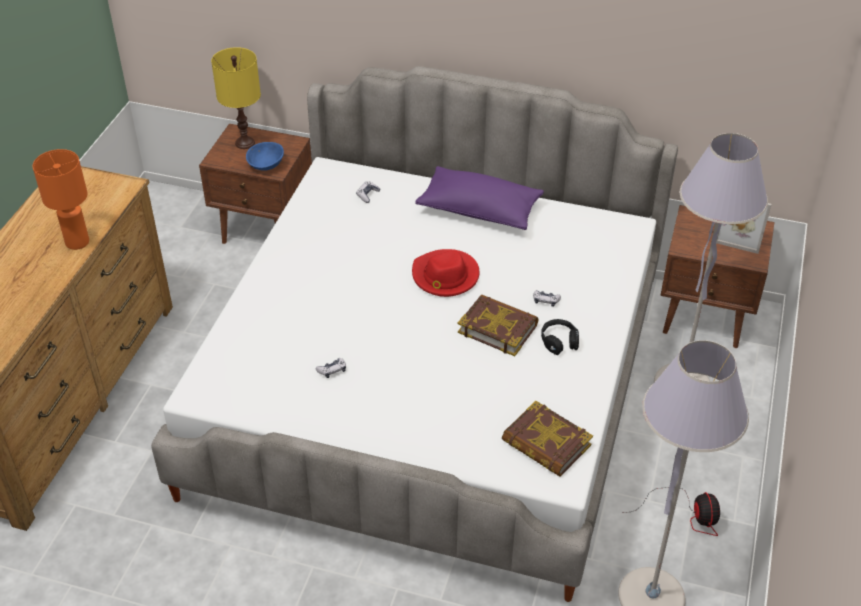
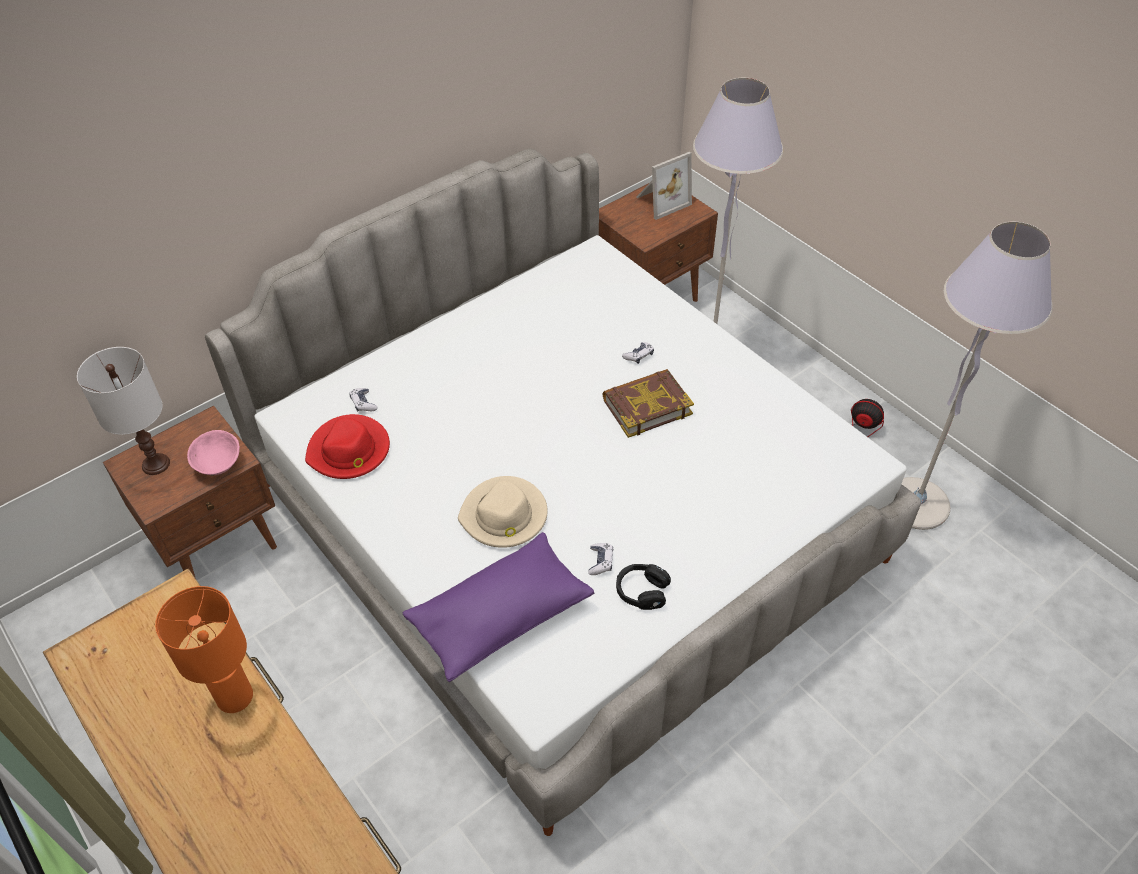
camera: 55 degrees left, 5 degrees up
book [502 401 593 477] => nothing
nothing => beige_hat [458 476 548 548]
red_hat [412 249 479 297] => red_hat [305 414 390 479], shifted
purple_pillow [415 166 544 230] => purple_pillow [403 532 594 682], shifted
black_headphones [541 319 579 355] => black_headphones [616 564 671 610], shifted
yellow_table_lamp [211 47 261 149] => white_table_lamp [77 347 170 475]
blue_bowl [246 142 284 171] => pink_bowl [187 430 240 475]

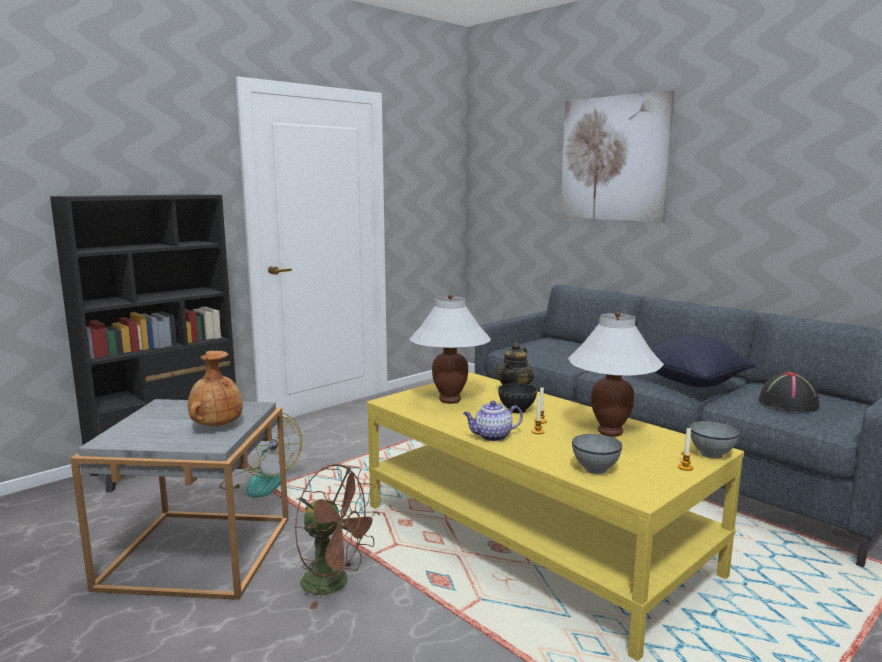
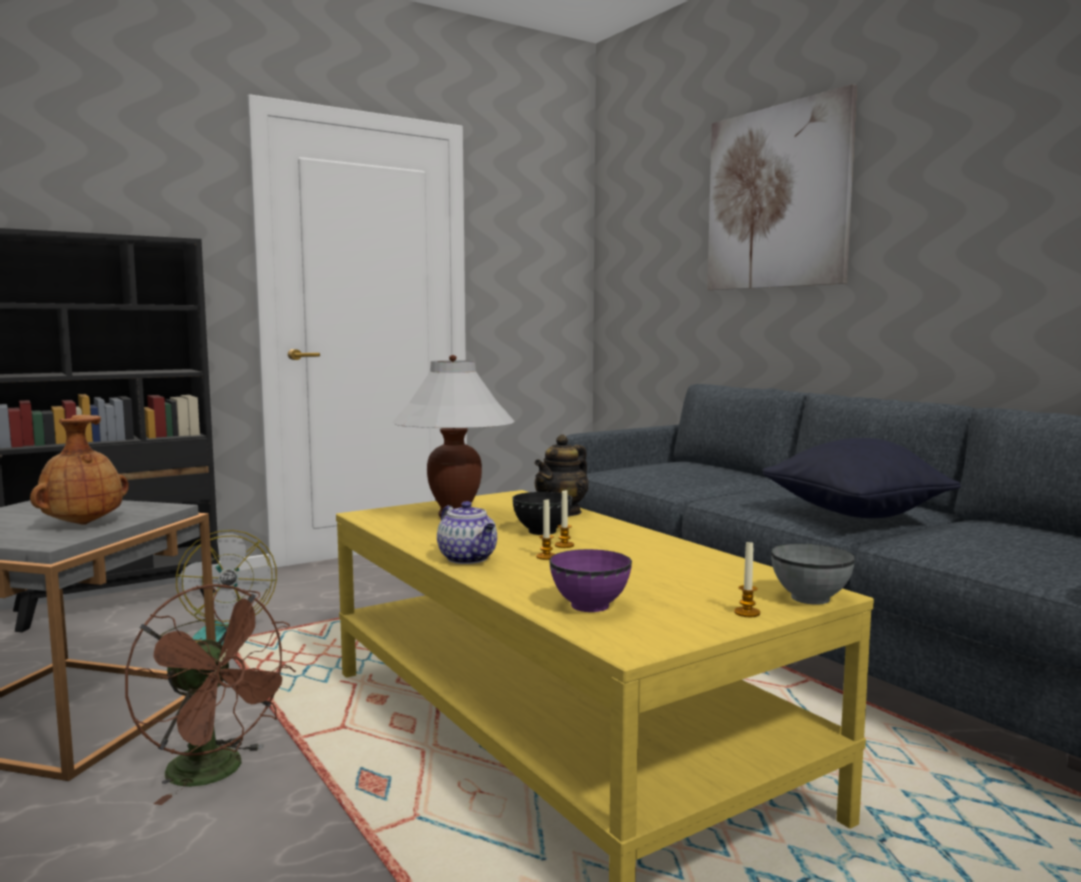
camera: 10 degrees right, 5 degrees down
white_table_lamp [568 312 664 437] => nothing
black_hat [759 372 820 412] => nothing
grey_bowl [572 434 622 474] => purple_bowl [549 549 632 612]
teapot [463 401 523 441] => teapot [437 501 497 564], 120 degrees counterclockwise

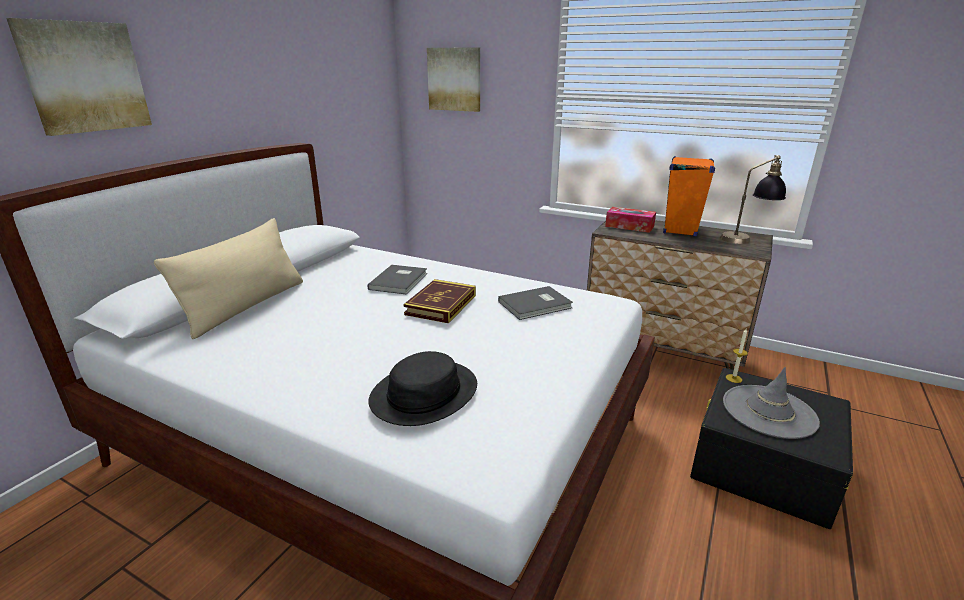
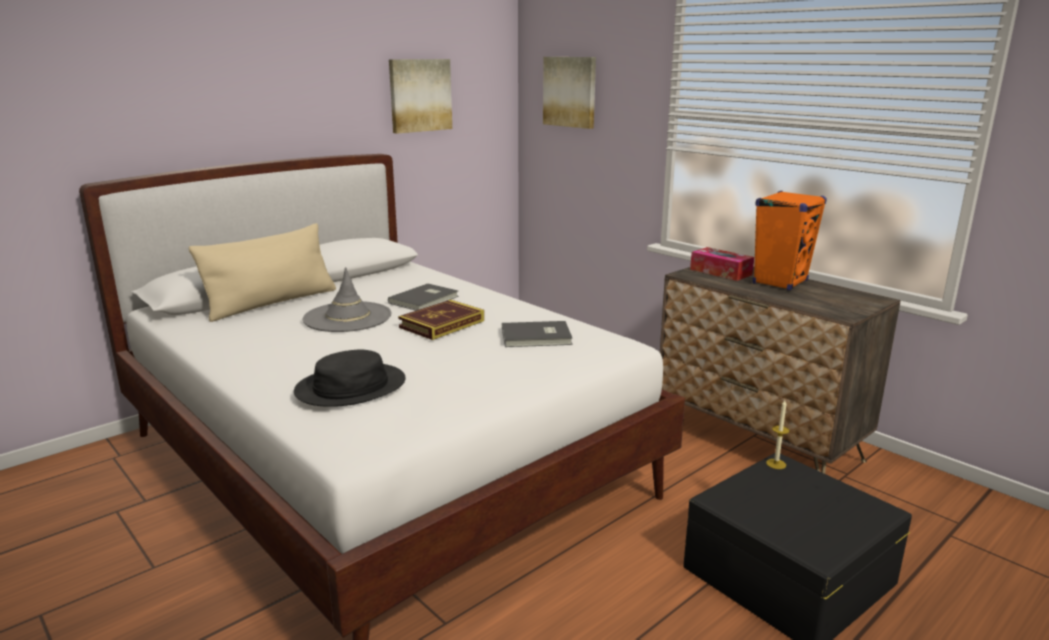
camera: 20 degrees right, 5 degrees down
table_lamp [720 155 786 244] => nothing
picture [6 18 152 136] => picture [389 59 452 134], shifted
grey_hat [723 367 820 439] => grey_hat [303 267 391 332], shifted

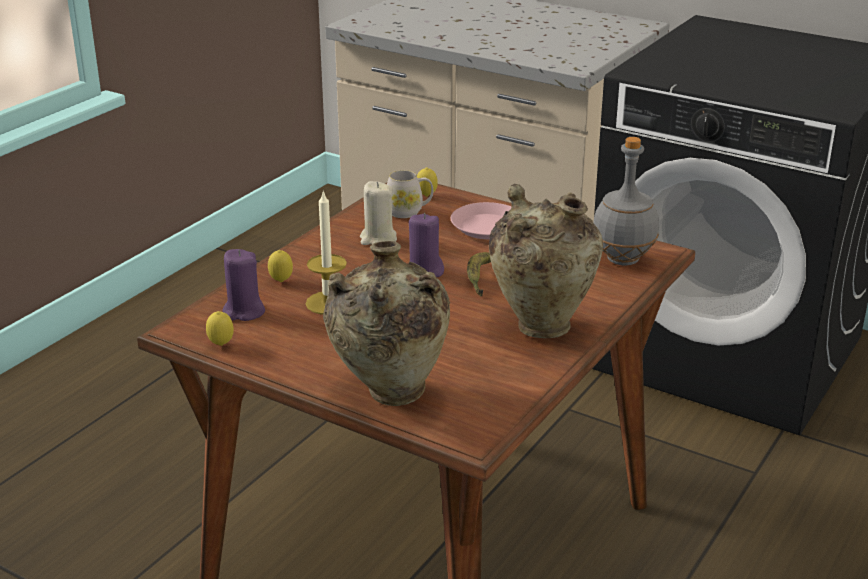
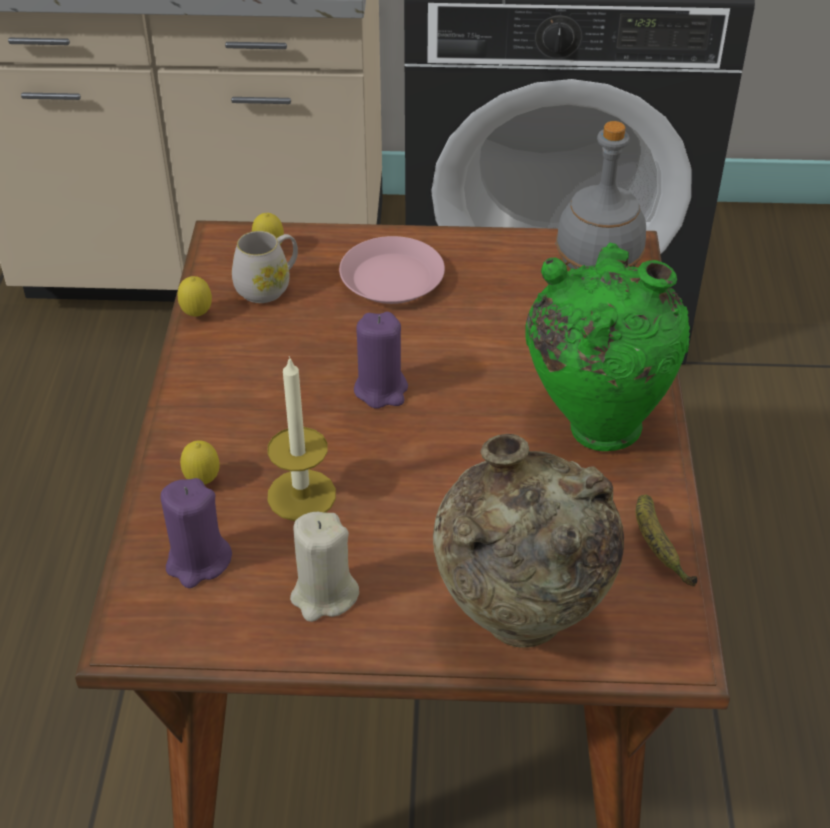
camera: 30 degrees left, 15 degrees up
lemon [206 311 234 346] => lemon [178 276 212 317], shifted
beige_candle [360 181 397 245] => beige_candle [290 512 359 622], shifted
banana [467 252 491 296] => banana [636 495 697 586], shifted
beige_vase [489 184 603 338] => green_vase [525 243 690 451]

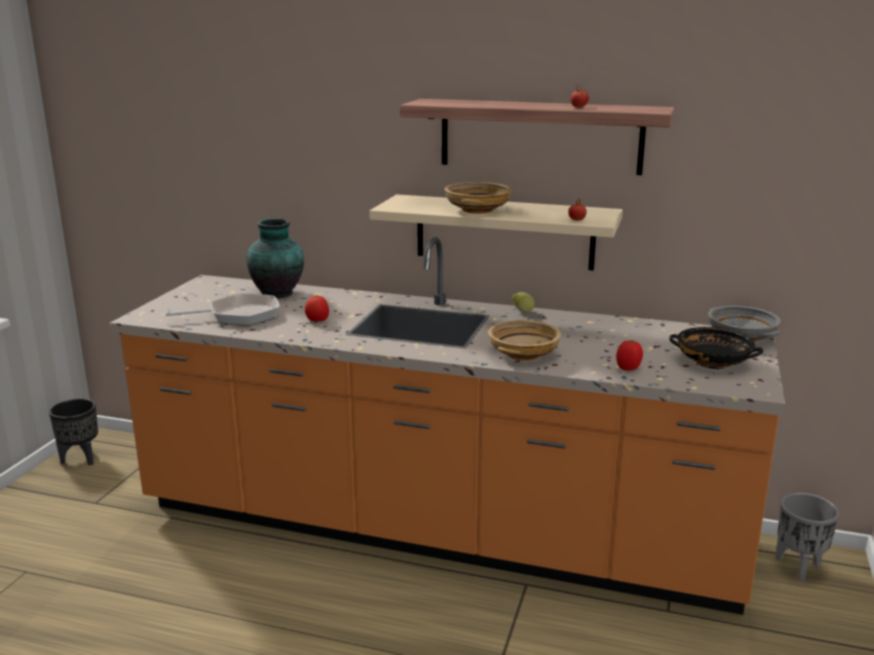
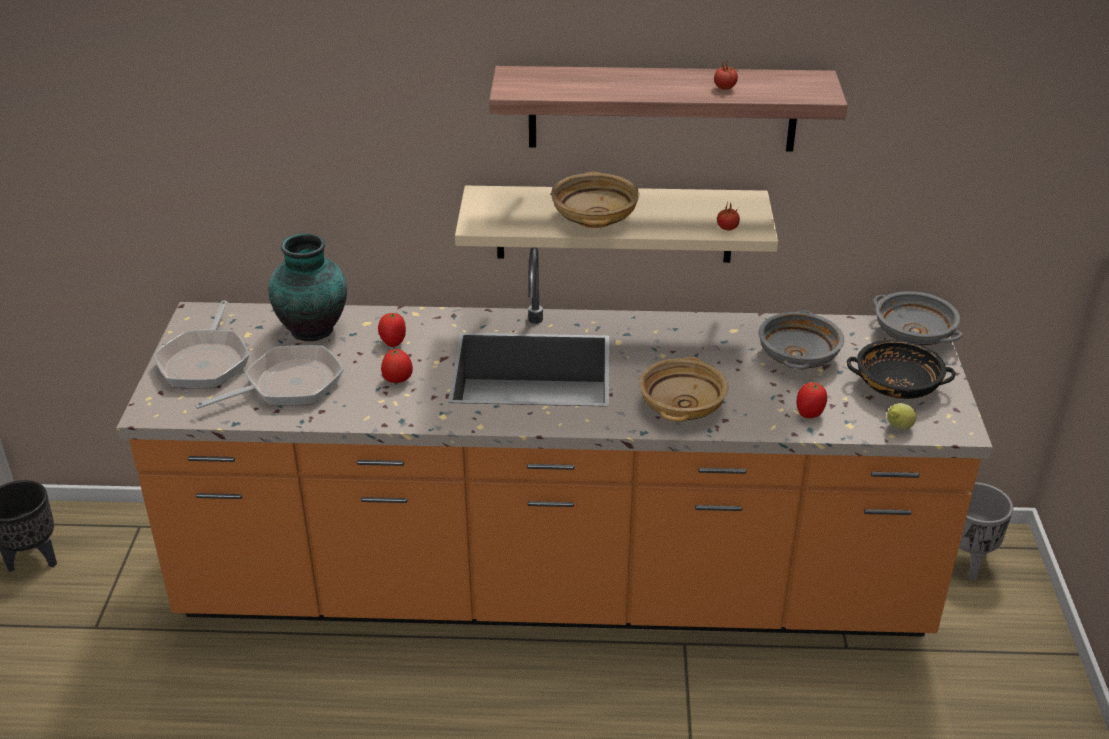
camera: 15 degrees left, 15 degrees up
nothing => frying_pan [153 300 249 388]
nothing => tomato [378 312 406 347]
nothing => grey_bowl [759 310 844 369]
lemon [512 292 535 312] => lemon [887 403 917 430], shifted

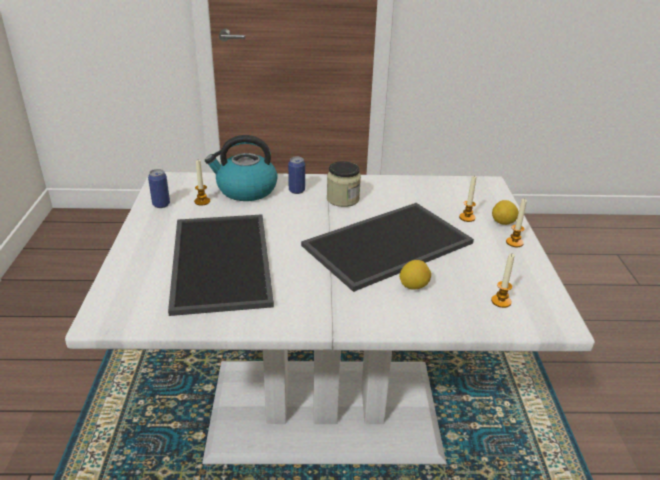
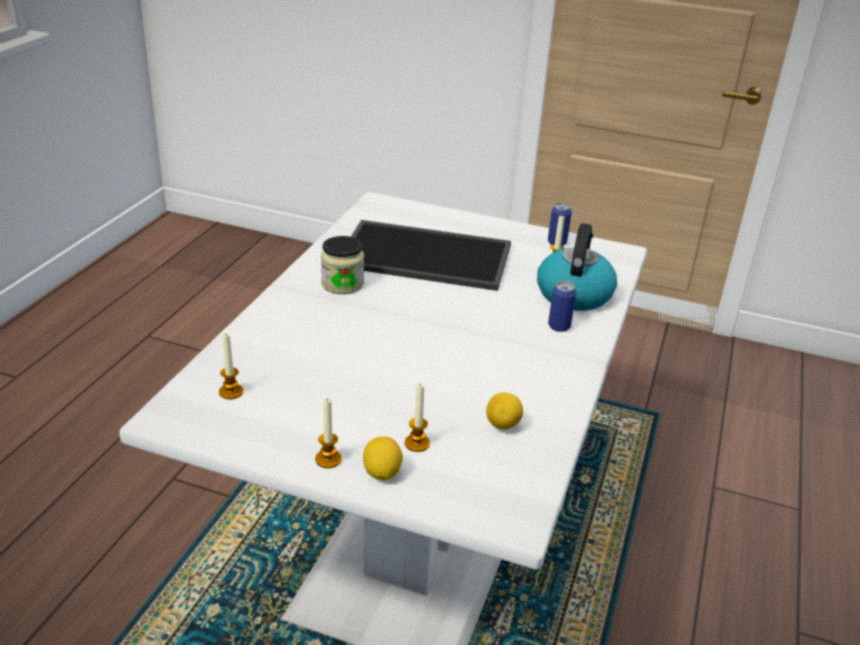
camera: 110 degrees right, 0 degrees up
tray [301 203 474 292] => nothing
jar [327 161 361 207] => jar [321 236 364 294], shifted
lemon [399 260 431 290] => lemon [486 392 523 429], shifted

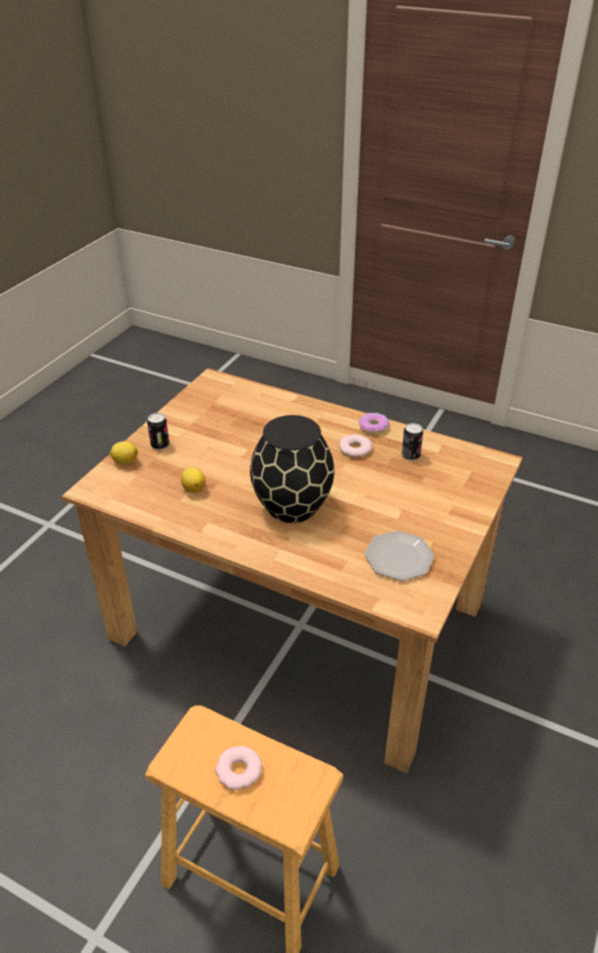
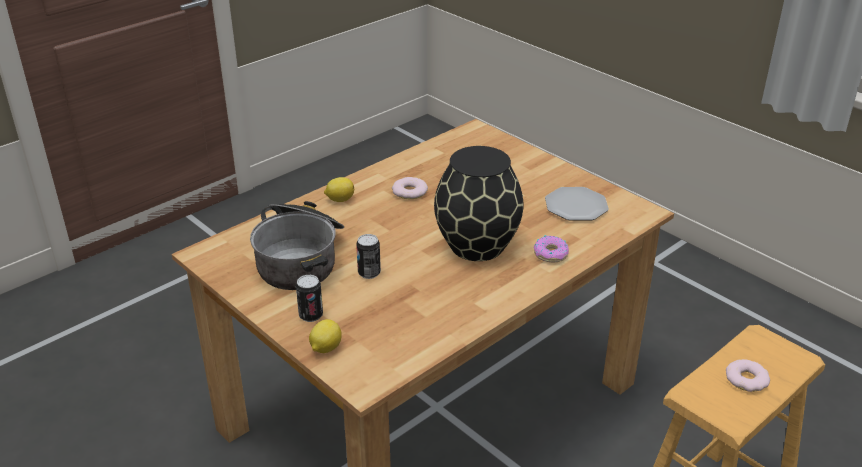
camera: 70 degrees left, 5 degrees down
nothing => cooking_pot [250 201 344 290]
lemon [181 467 206 493] => lemon [324 177 354 202], shifted
donut [359 413 389 434] => donut [534 235 569 262], shifted
can [402 423 423 461] => can [356 234 381 279], shifted

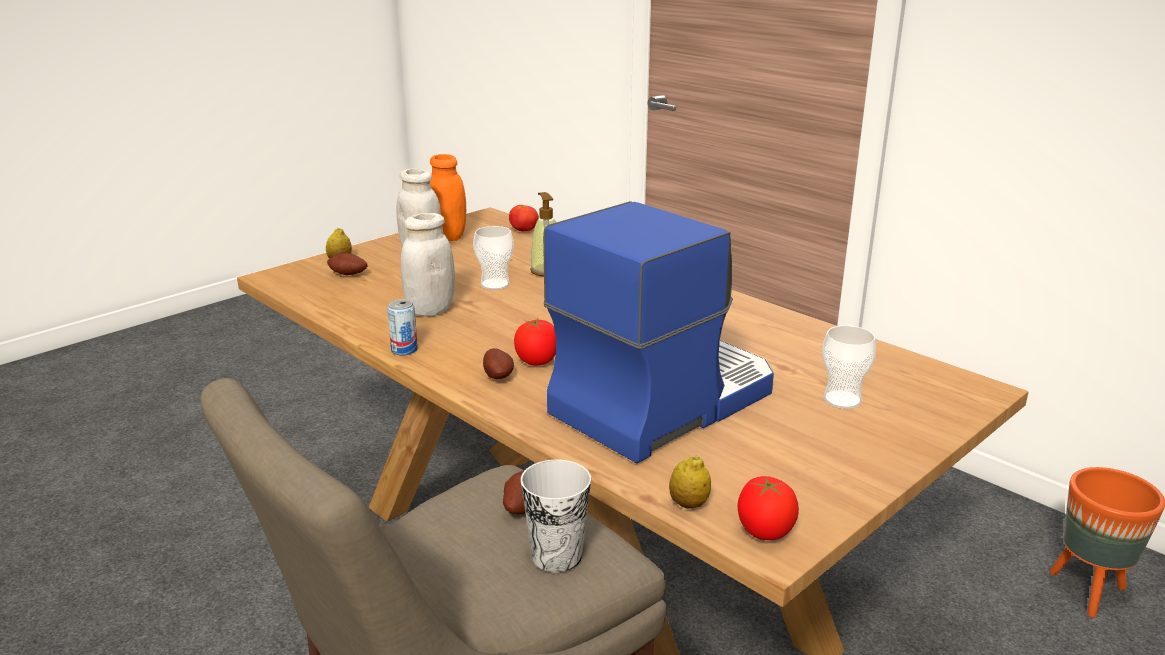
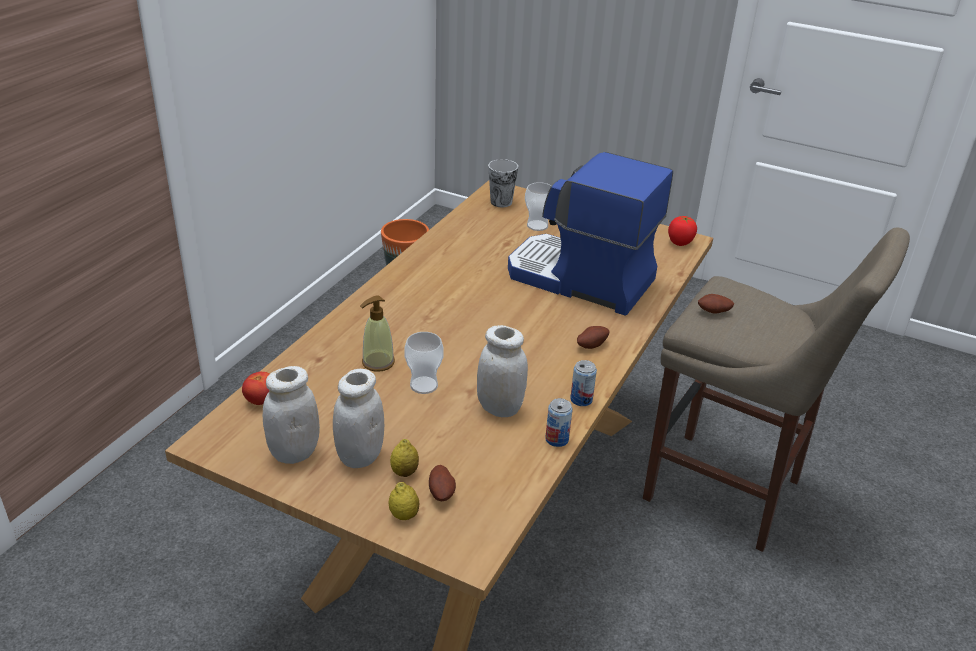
camera: 110 degrees left, 10 degrees up
tomato [514 318 556 366] => nothing
nothing => can [545 398 573 447]
cup [521 459 591 572] => cup [488 159 518 207], shifted
lemon [669 455 711 508] => lemon [390 439 419 477], shifted
orange_jar [430 154 466 241] => white_jar [263 366 320 464]

